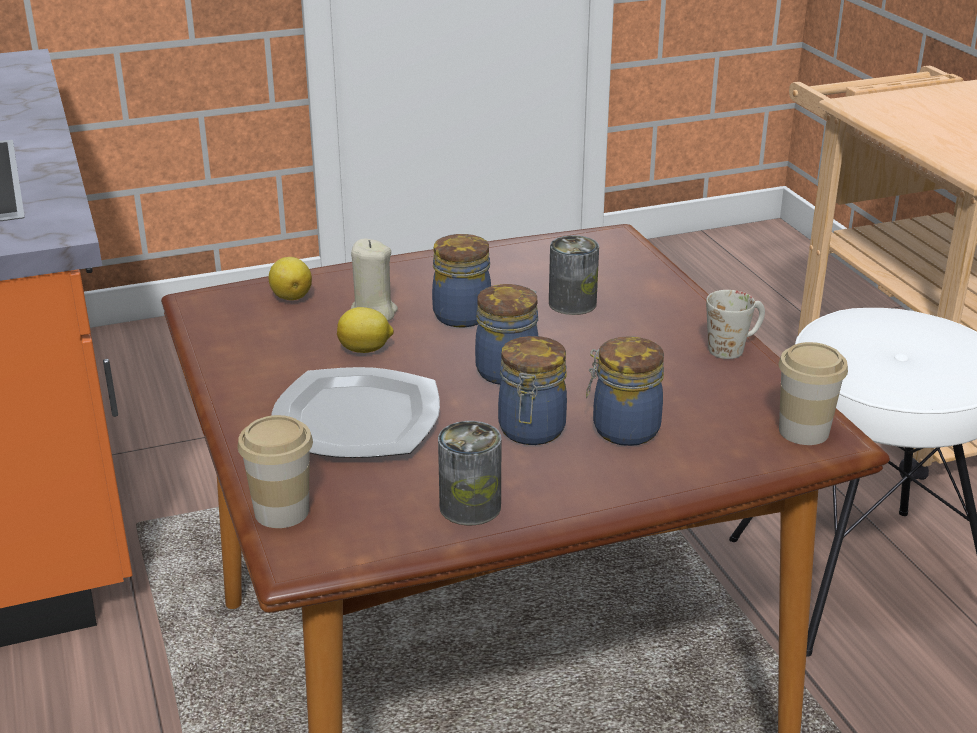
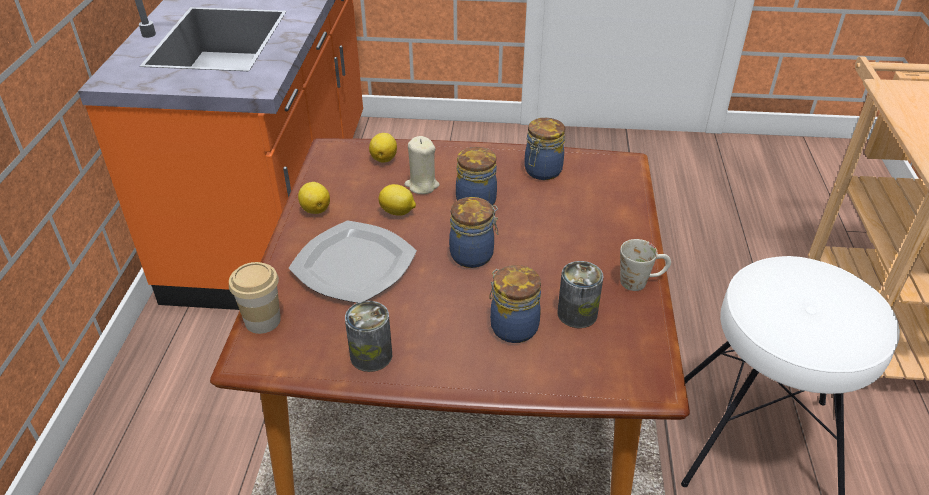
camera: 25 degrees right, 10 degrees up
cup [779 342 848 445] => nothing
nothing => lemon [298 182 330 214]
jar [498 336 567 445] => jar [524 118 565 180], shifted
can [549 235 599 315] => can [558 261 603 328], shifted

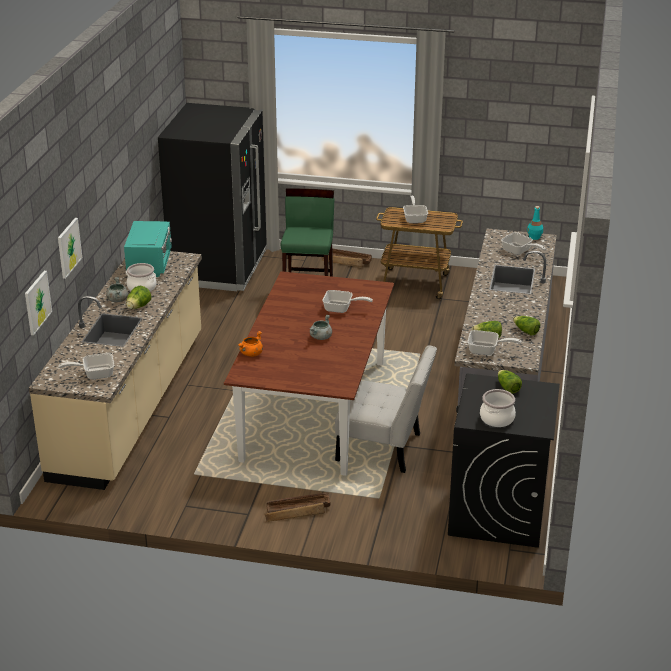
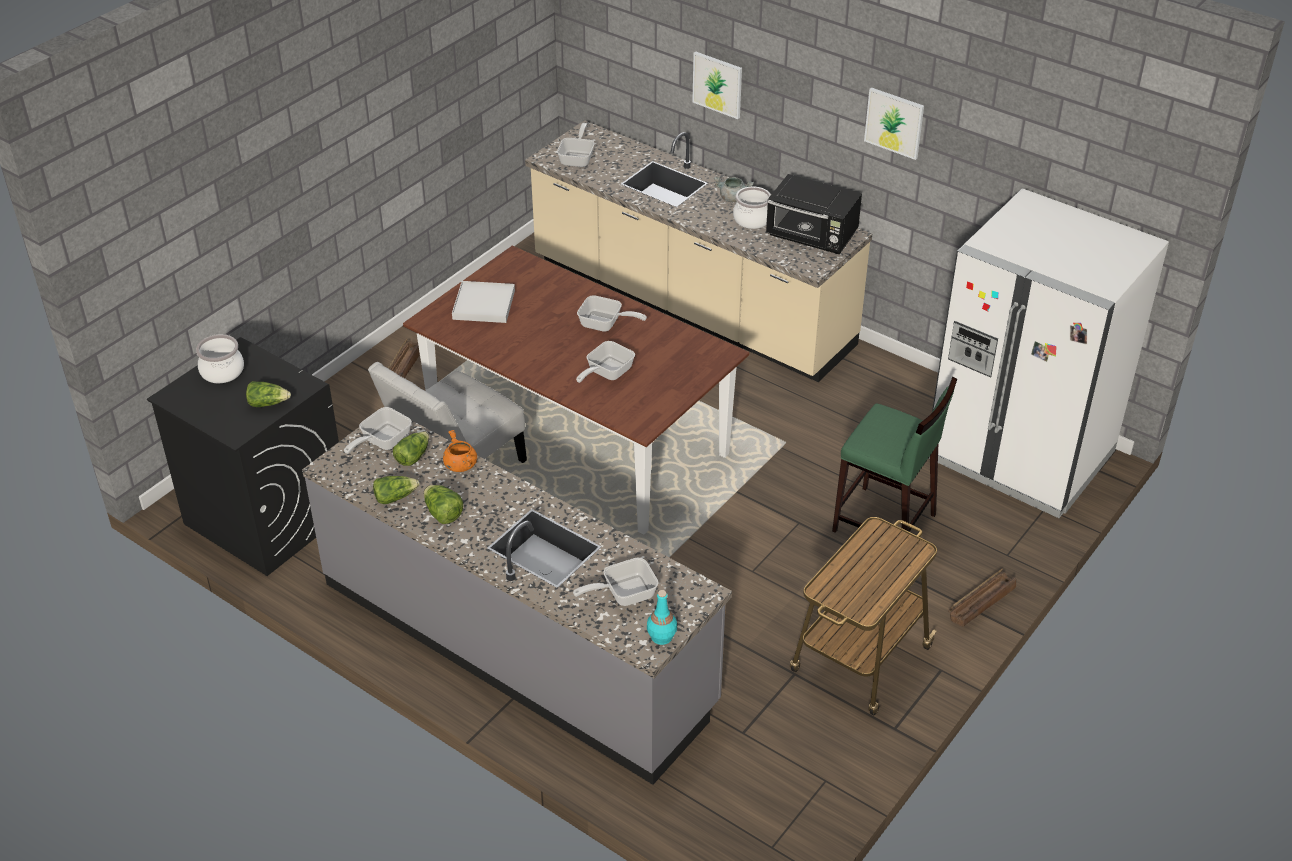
camera: 115 degrees right, 10 degrees up
grey_cooking_pot [310 315 332 340] => nothing
nothing => white_tray [452 281 515 323]
picture [25 271 52 335] => picture [864 87 924 160], shifted
lettuce [126 286 151 309] => lettuce [424 485 463 524], shifted
orange_cooking_pot [238 331 263 357] => orange_cooking_pot [443 430 477 472], shifted
frying_pan [403 196 428 223] => frying_pan [577 295 647 332], shifted
turquoise_microwave [124 221 172 277] => black_microwave [766 174 862 255]
black_fridge [158 103 267 291] => white_fridge [928 188 1169 518]

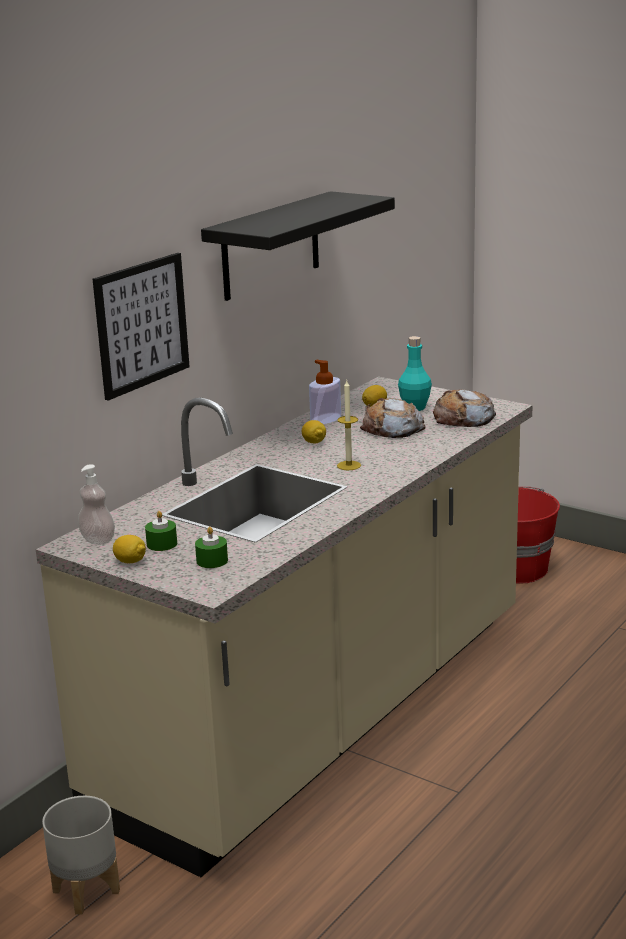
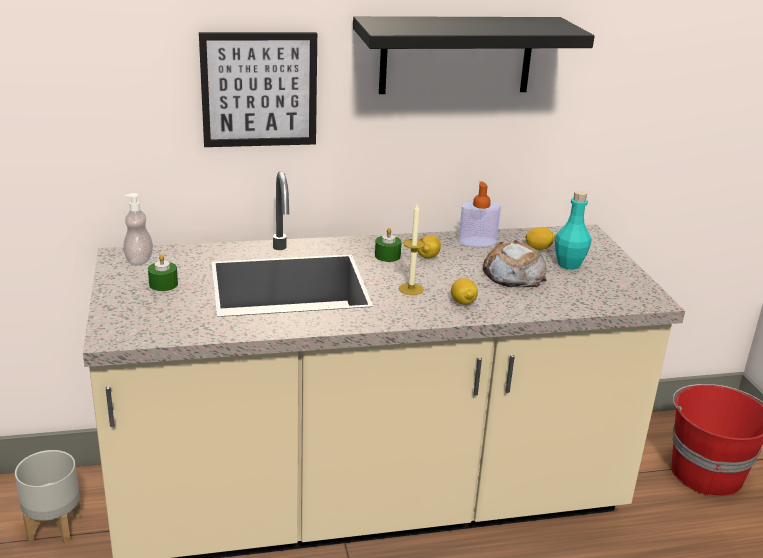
camera: 40 degrees right, 5 degrees up
bread [433 389 496 427] => nothing
lemon [113 535 146 563] => lemon [451 278 478 305], shifted
green_candle [195 527 228 568] => green_candle [375 228 402 262], shifted

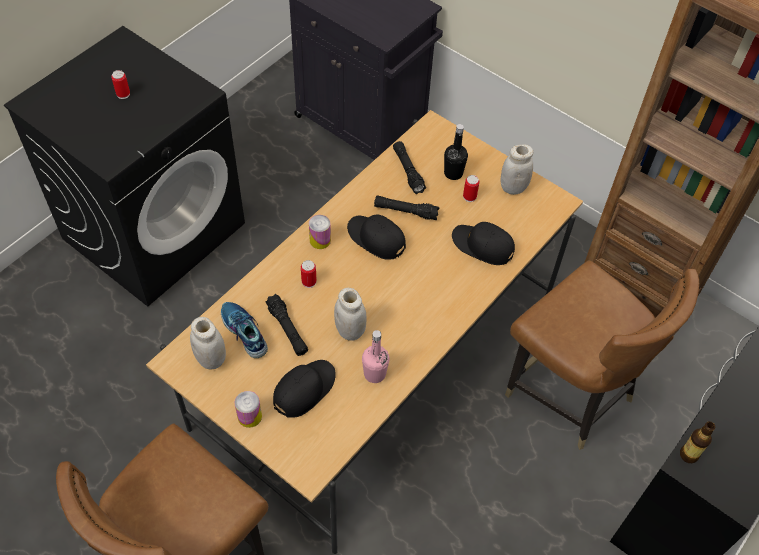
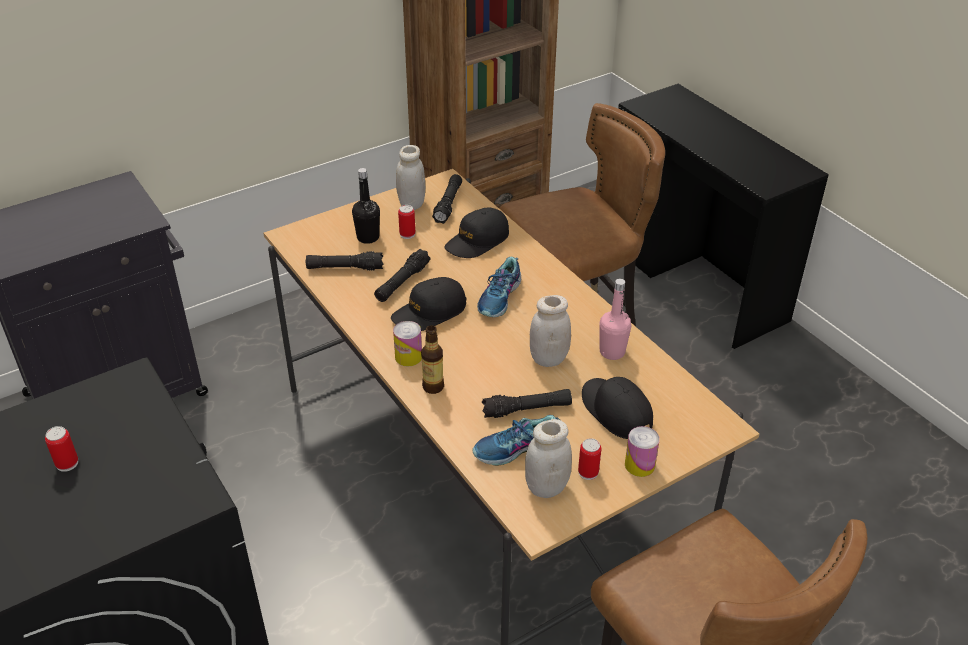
camera: 70 degrees left, 15 degrees down
nothing => black_flashlight [432 174 462 224]
nothing => shoe [477 257 521 317]
can [301 260 317 288] => can [578 438 601 480], shifted
bottle [680 421 715 463] => bottle [421 325 444 394], shifted

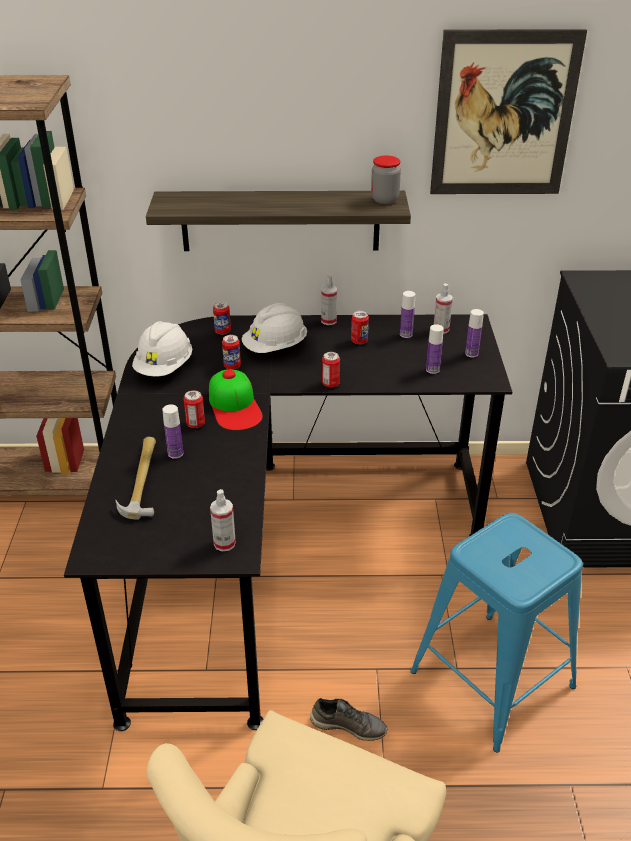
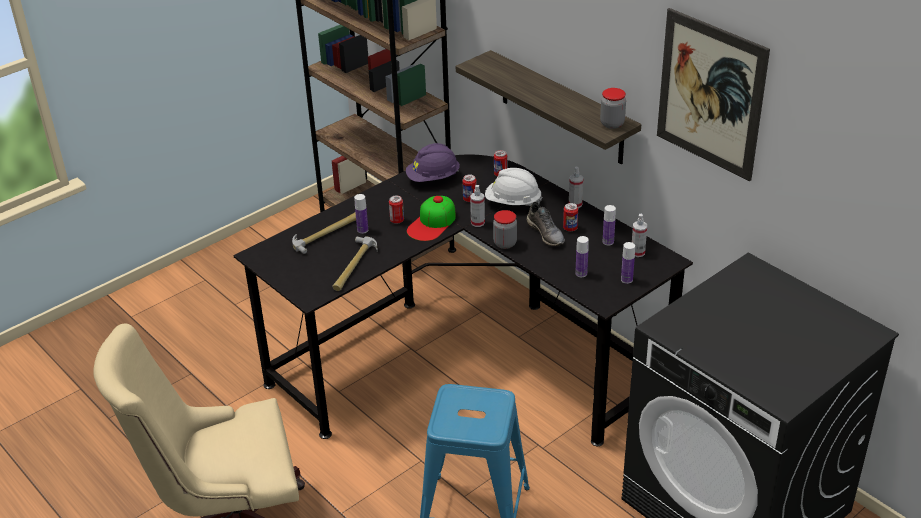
camera: 50 degrees right, 0 degrees up
nothing => hammer [332 236 378 291]
spray_bottle [210 489 236 552] => spray_bottle [470 185 485 227], shifted
grey_shoe [310 698 387 741] => grey_shoe [526 202 565 246], shifted
can [322 352 340 387] => jar [493 210 517 249]
white_hard_hat [132 321 192 376] => purple_hard_hat [406 143 460 182]

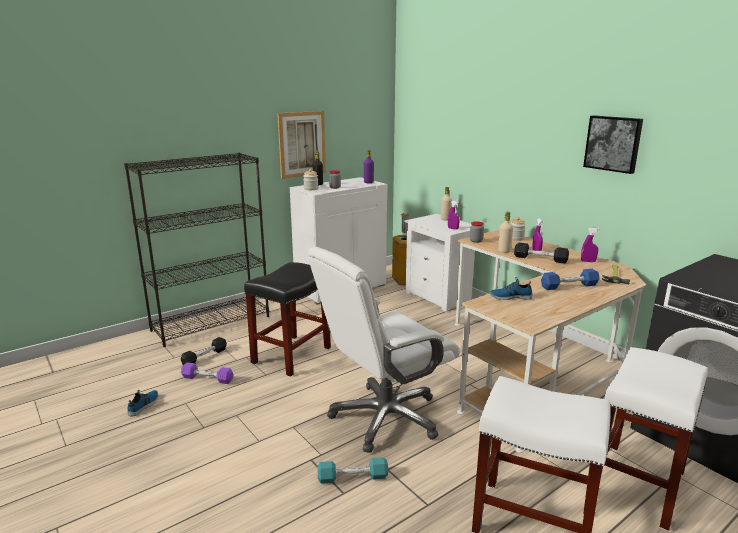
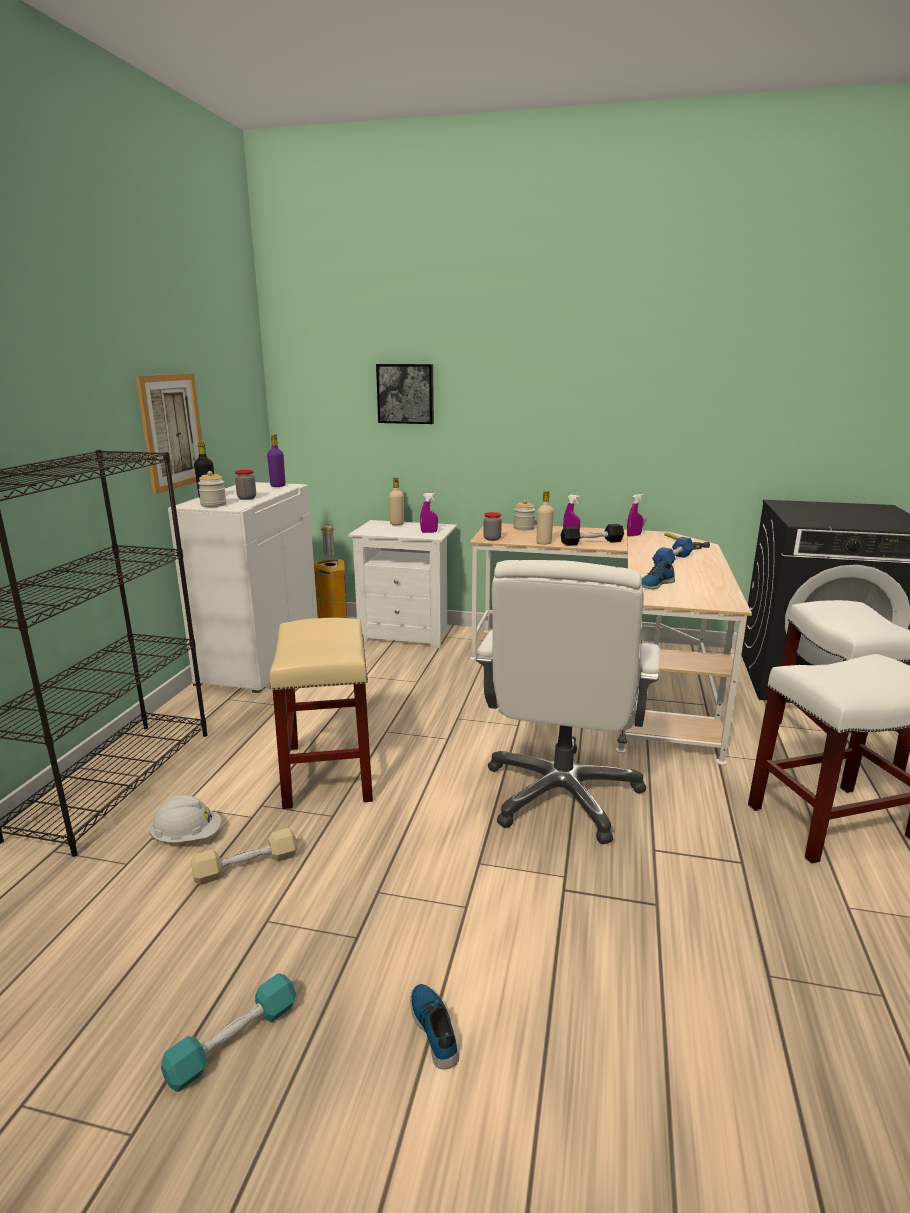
camera: 40 degrees left, 0 degrees up
shoe [127 390 158 416] => shoe [410 984 459 1069], shifted
turquoise_dumbbell [317 457 388 484] => turquoise_dumbbell [161 973 296 1092], shifted
picture [583 115 643 174] => picture [376 364 434 424], shifted
black_dumbbell [181 337 227 365] => white_hard_hat [150 795 221 842]
purple_dumbbell [181 362 233 384] => beige_dumbbell [191 828 297 885]
black_stool [244 262 331 377] => beige_stool [270 618 373 810]

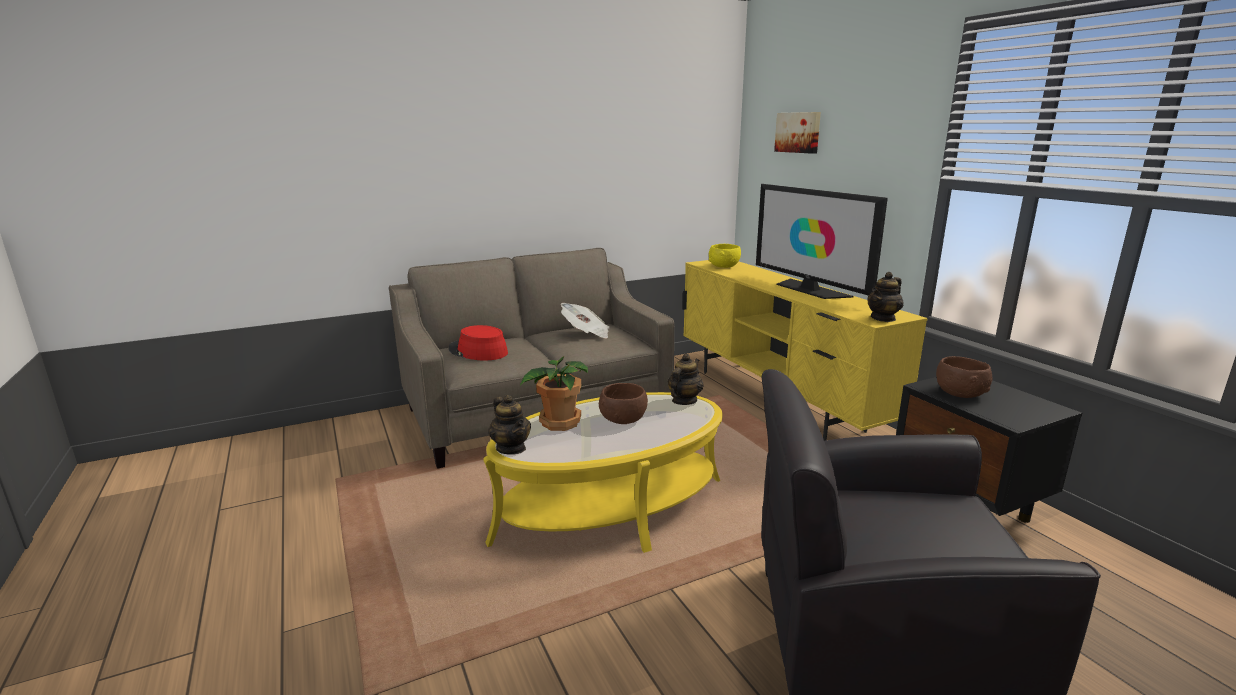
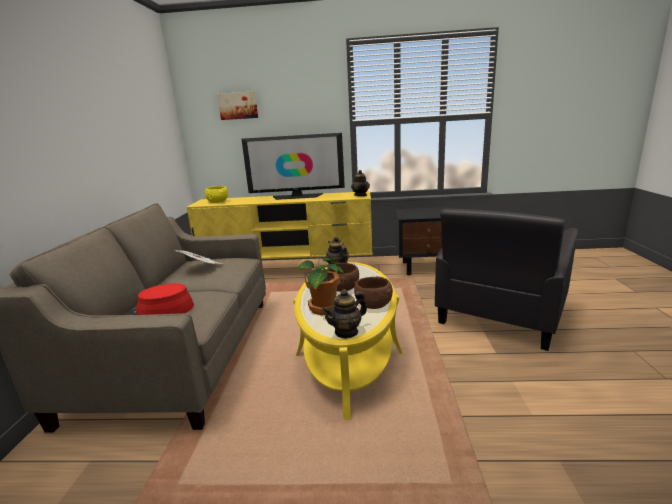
camera: 60 degrees left, 0 degrees up
brown_bowl [936 356 993 398] => brown_bowl [354 276 393 309], shifted
teapot [488 395 531 455] => teapot [322 289 367 339], 150 degrees clockwise

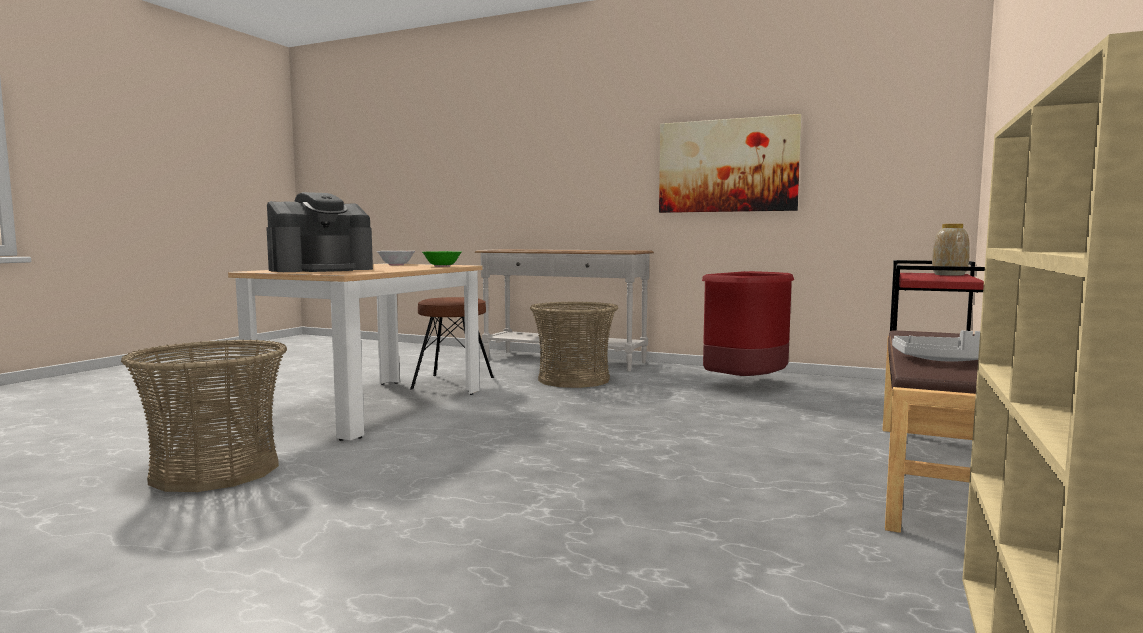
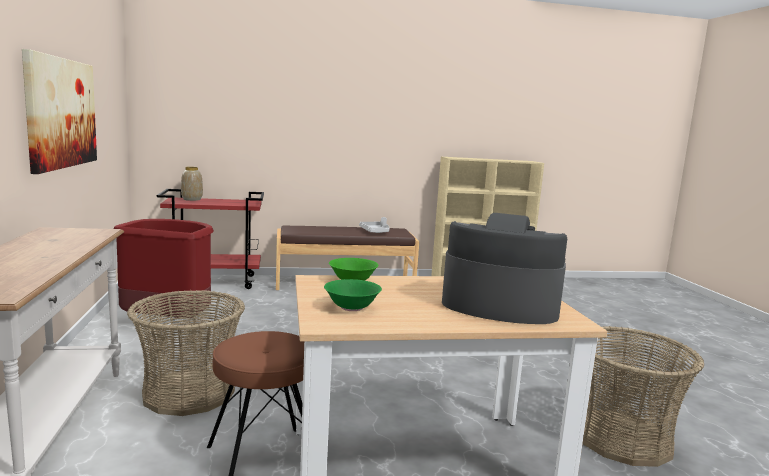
camera: 125 degrees left, 5 degrees up
white_bowl [377 251 415 265] => green_bowl [324 279 382 311]

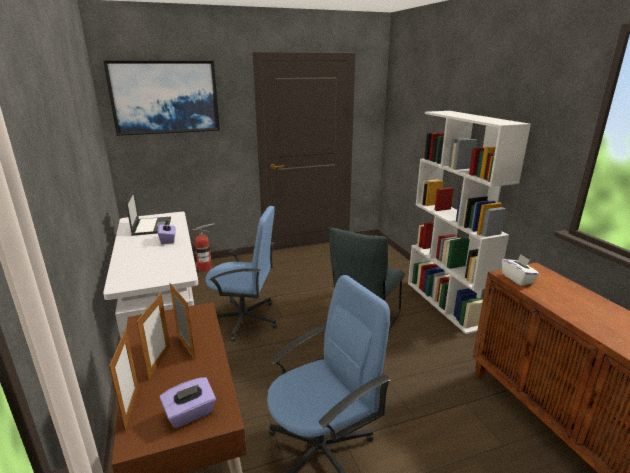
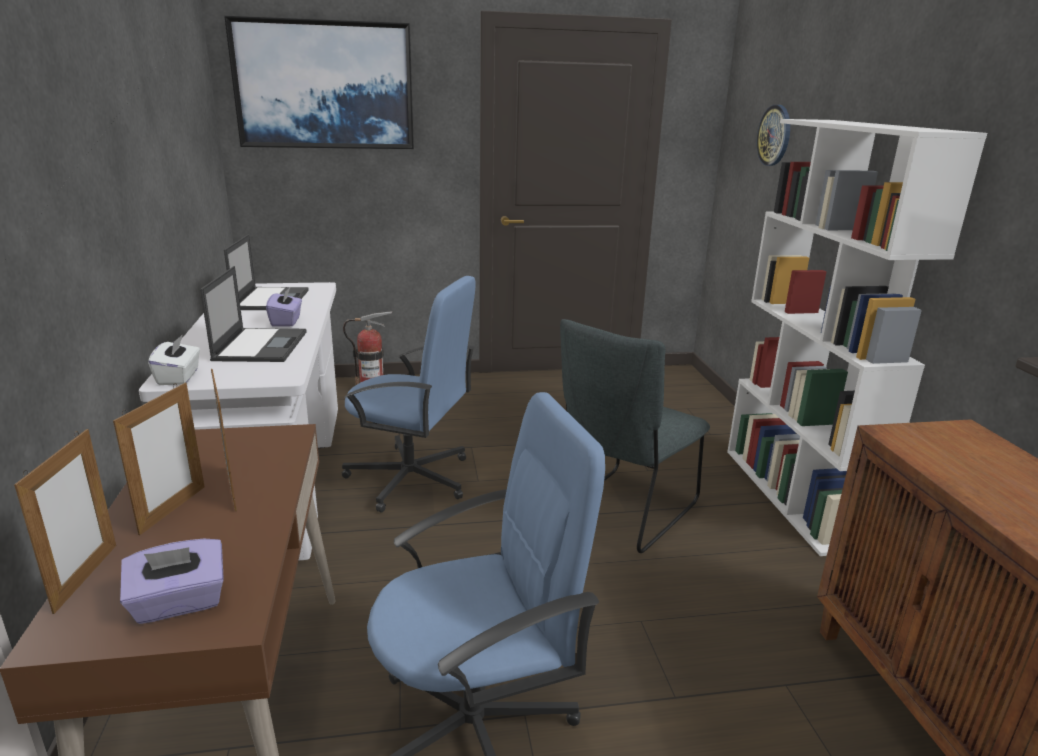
camera: 10 degrees right, 0 degrees up
nothing => laptop [200 266 306 362]
nothing => wall_clock [757 105 790 166]
white_tissue_box [502 254 539 286] => white_tissue_box [148 334 200 385], shifted

